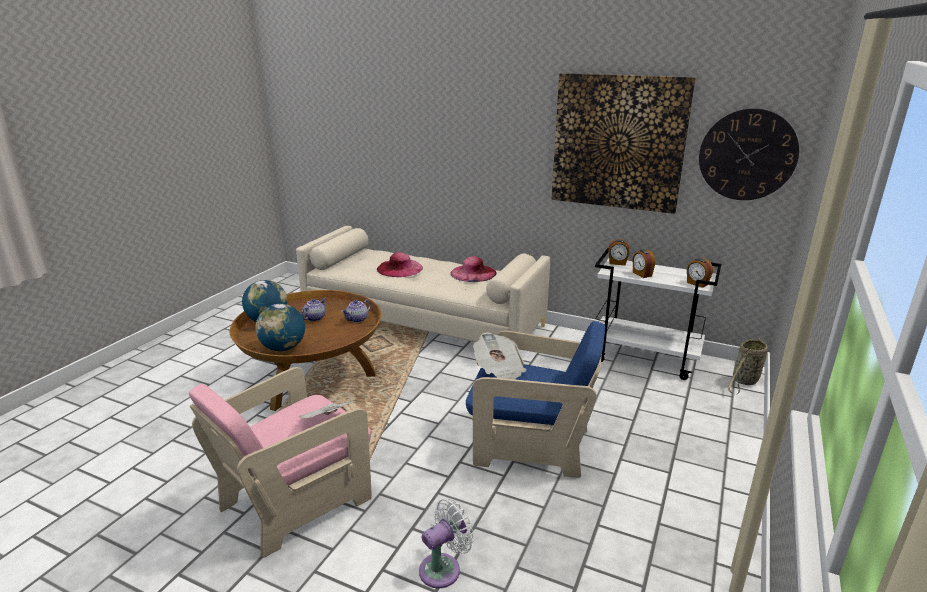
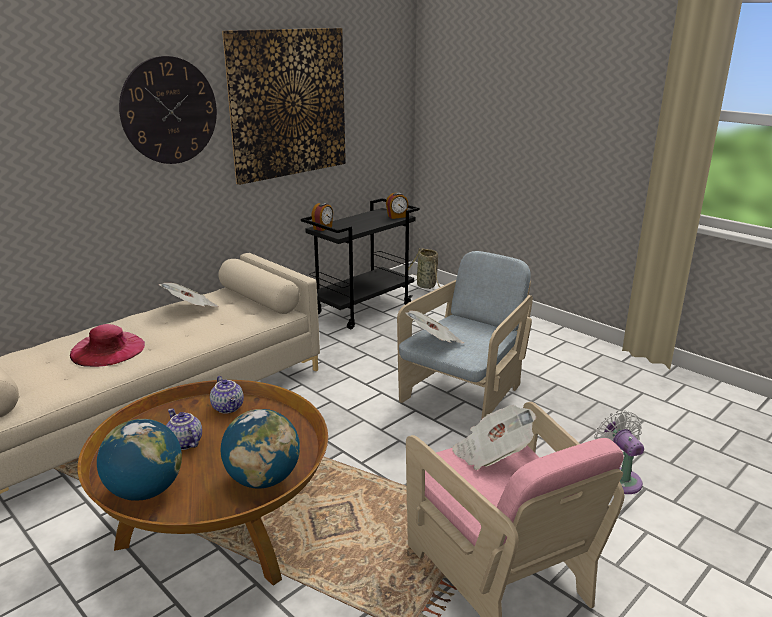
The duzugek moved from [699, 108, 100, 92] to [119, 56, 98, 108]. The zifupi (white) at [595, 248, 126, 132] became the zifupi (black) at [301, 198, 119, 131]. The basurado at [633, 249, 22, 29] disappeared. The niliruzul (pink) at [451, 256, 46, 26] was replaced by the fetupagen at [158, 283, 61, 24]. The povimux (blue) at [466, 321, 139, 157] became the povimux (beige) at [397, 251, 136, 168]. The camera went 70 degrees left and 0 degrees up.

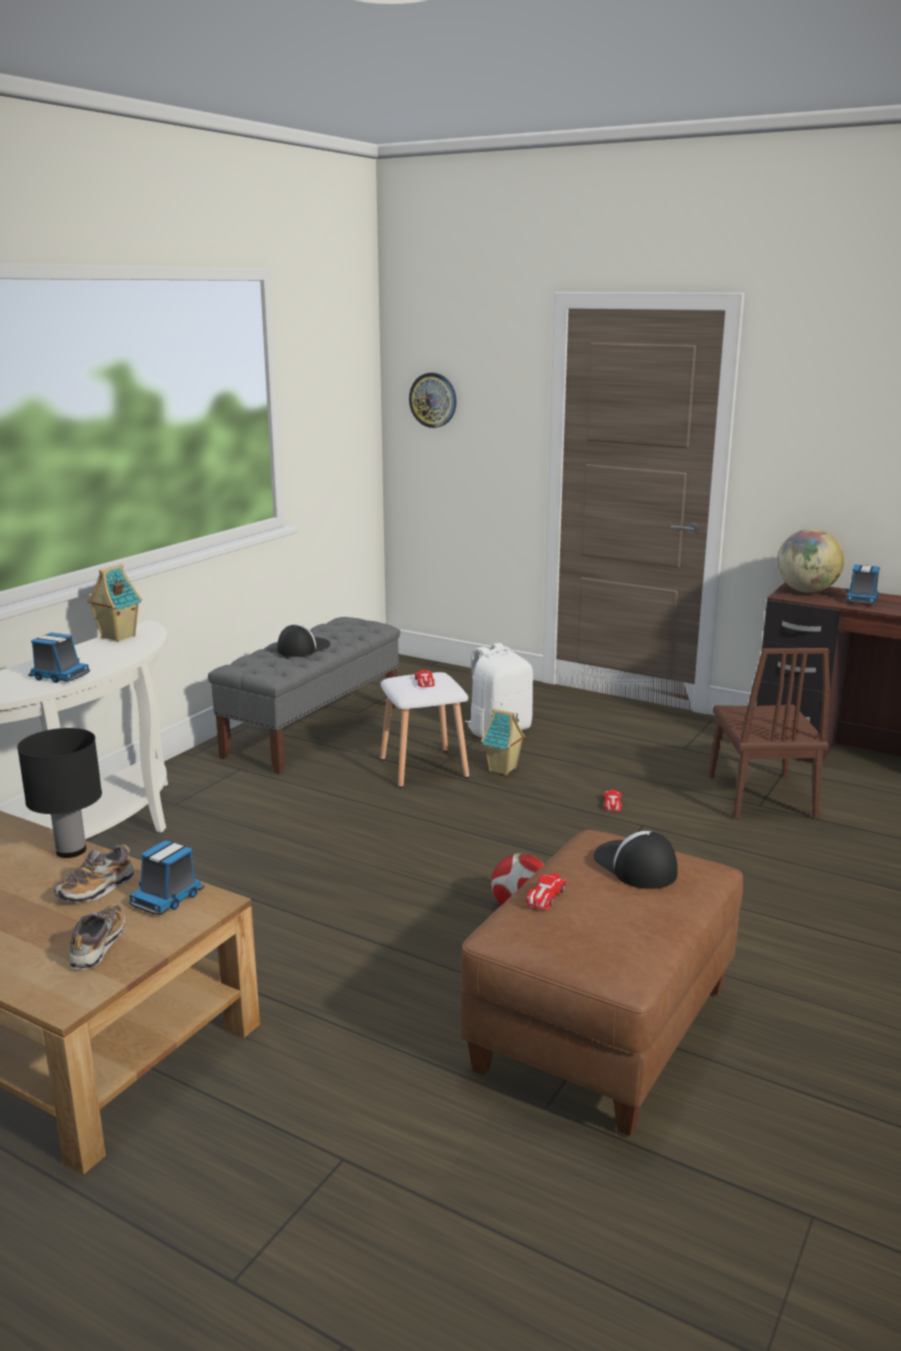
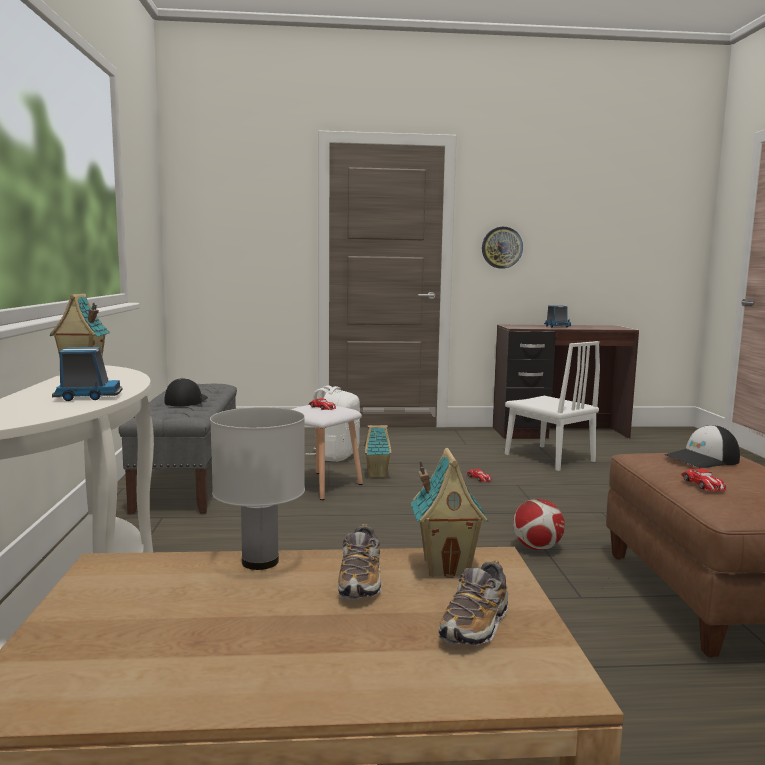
The duzugek moved from [409, 373, 48, 55] to [482, 227, 41, 42]. The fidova at [777, 528, 67, 65] disappeared. The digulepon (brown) at [709, 648, 121, 172] became the digulepon (white) at [505, 341, 95, 130]. The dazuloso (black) at [17, 728, 85, 130] became the dazuloso (white) at [210, 407, 95, 163]. The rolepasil at [594, 831, 84, 58] turned 45 degrees counterclockwise. The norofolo at [129, 841, 75, 74] was replaced by the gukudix at [411, 448, 78, 130]. The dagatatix at [69, 904, 56, 66] turned 120 degrees counterclockwise. The camera went 35 degrees left and 10 degrees down.

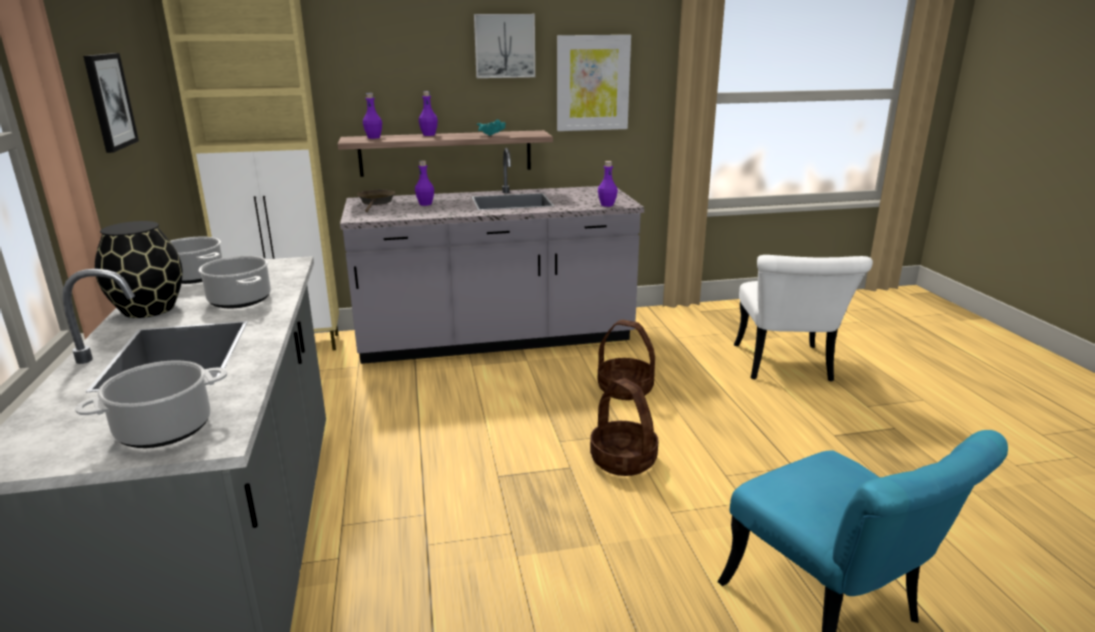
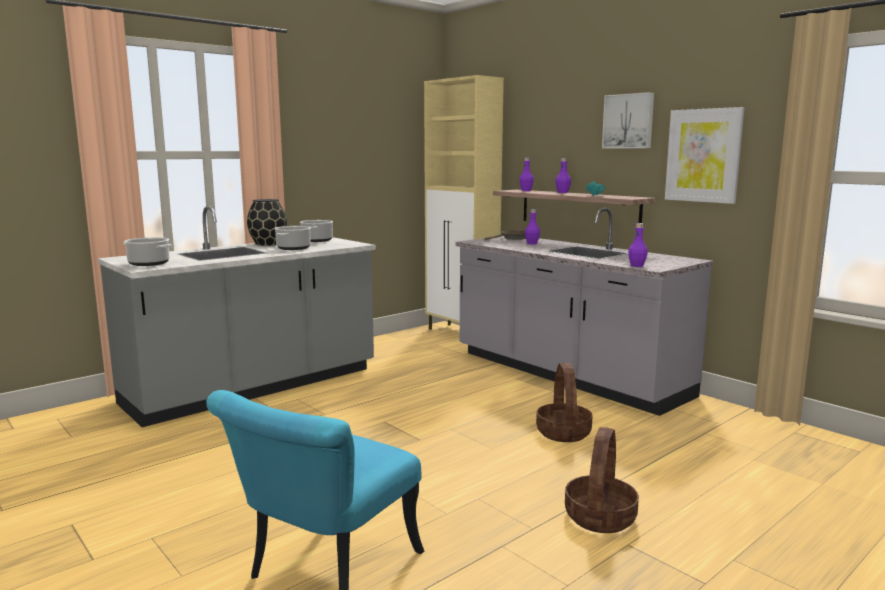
The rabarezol at [83, 53, 56, 100] disappeared. The digulepon (white) at [734, 255, 139, 127] disappeared. The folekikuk moved from [590, 378, 69, 98] to [565, 427, 74, 106]. The camera went 60 degrees right and 10 degrees down.

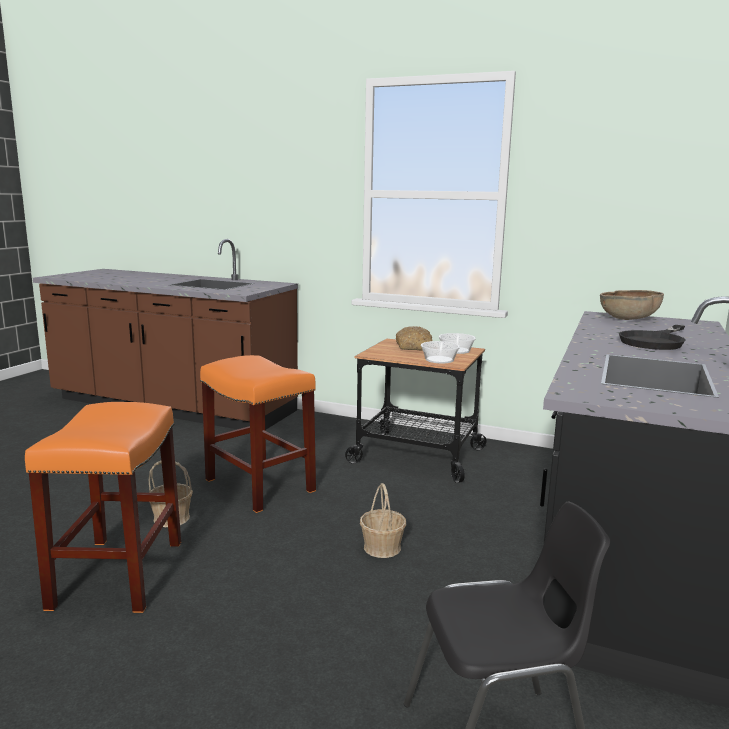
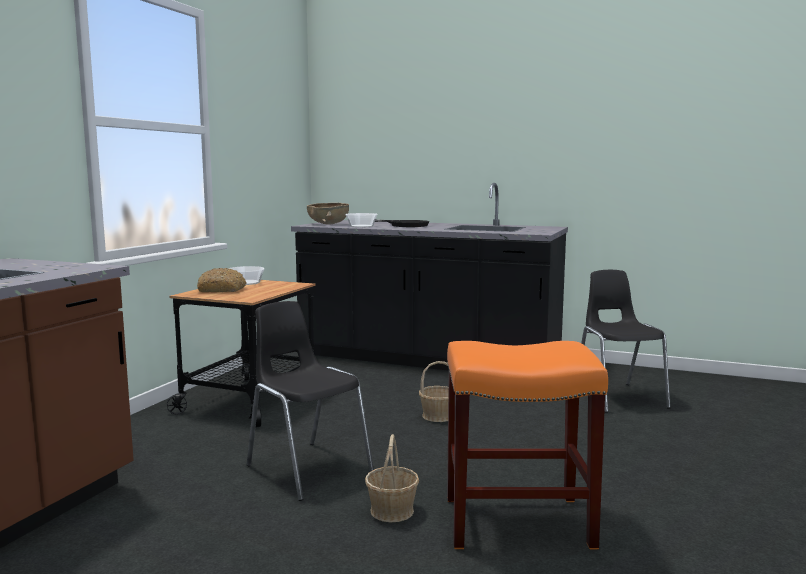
The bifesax moved from [421, 341, 39, 23] to [345, 213, 33, 14]. The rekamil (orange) at [200, 355, 116, 158] was replaced by the digulepon (black) at [246, 301, 128, 200]. The camera went 90 degrees left and 5 degrees down.

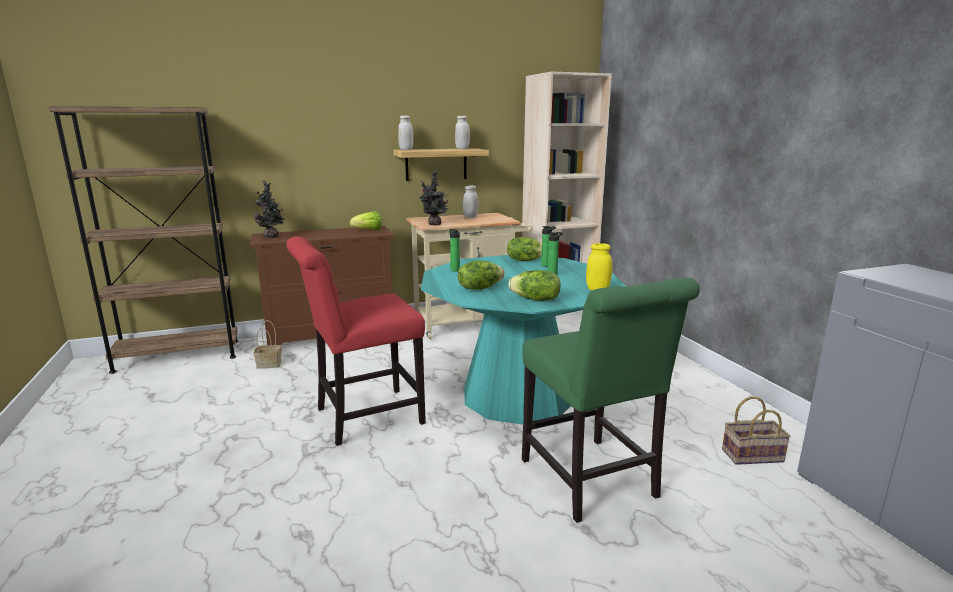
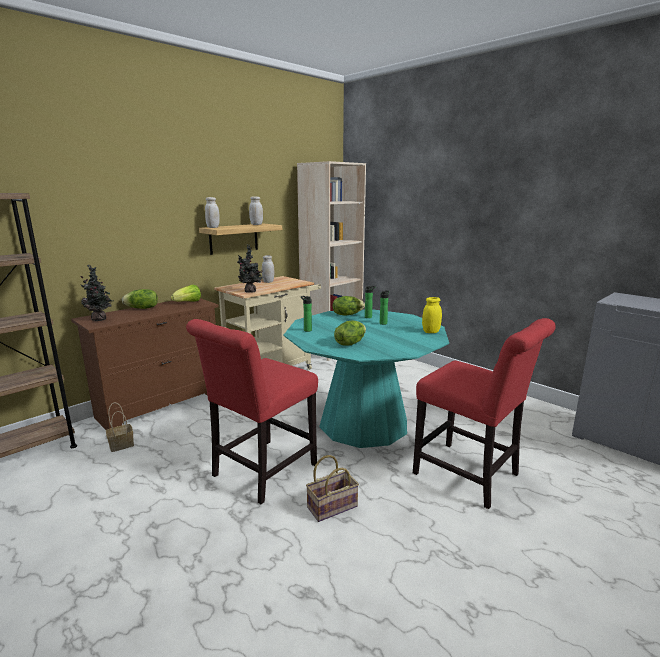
The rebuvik moved from [508, 270, 53, 31] to [122, 289, 36, 20]. The digulepon (green) at [522, 277, 178, 246] became the digulepon (red) at [413, 318, 143, 191]. The folekikuk moved from [722, 396, 69, 69] to [306, 455, 53, 67]. The camera went 25 degrees left and 0 degrees up.

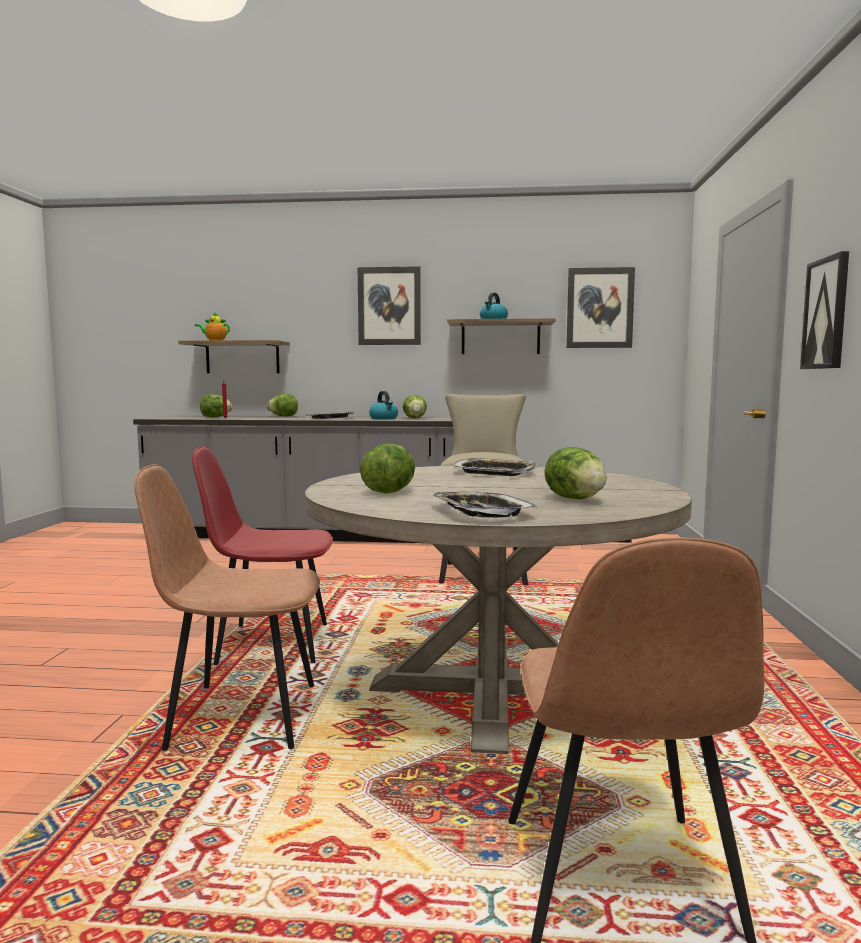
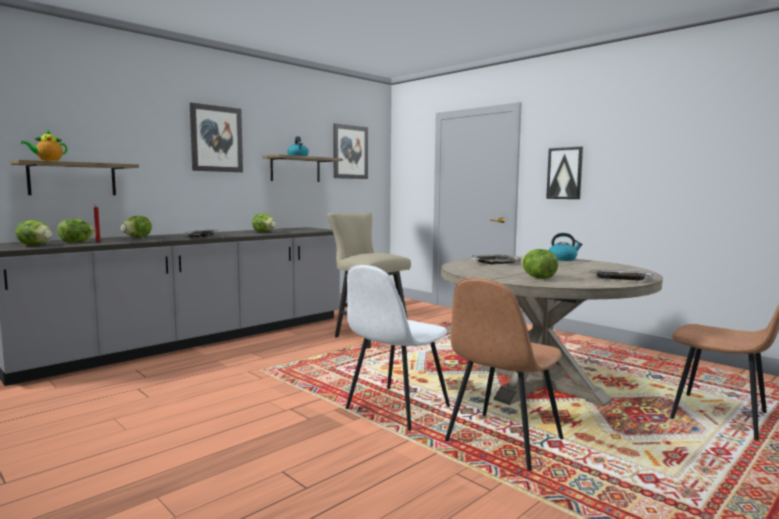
The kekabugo moved from [369, 391, 29, 28] to [549, 233, 34, 28]. The digulepon (red) at [192, 446, 141, 219] became the digulepon (white) at [346, 265, 104, 166]. The rebuvik moved from [544, 447, 63, 52] to [15, 220, 37, 25]. The camera went 50 degrees left and 0 degrees up.

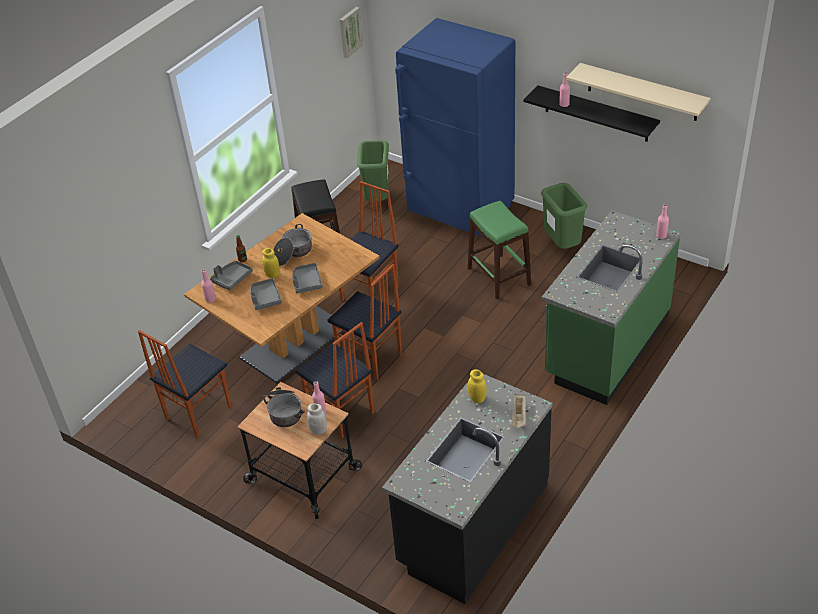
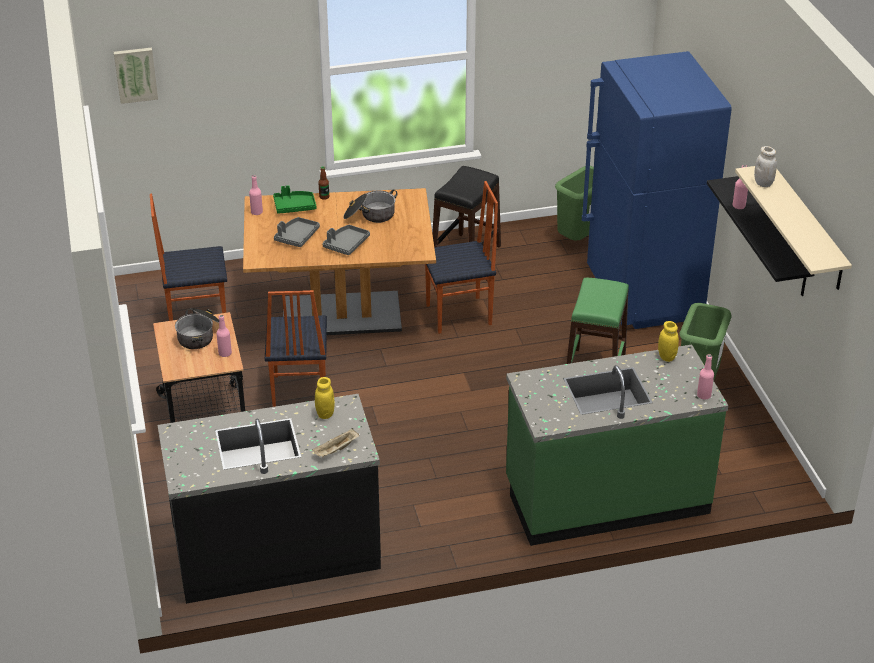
The rabarezol moved from [340, 7, 23, 51] to [114, 48, 44, 56]. The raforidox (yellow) moved from [262, 248, 18, 30] to [658, 321, 21, 41]. The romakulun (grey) at [210, 261, 43, 30] became the romakulun (green) at [273, 185, 43, 29]. The digulepon at [327, 264, 75, 116] disappeared. The raforidox (white) moved from [307, 403, 20, 32] to [754, 146, 23, 41]. The camera went 40 degrees right and 5 degrees down.

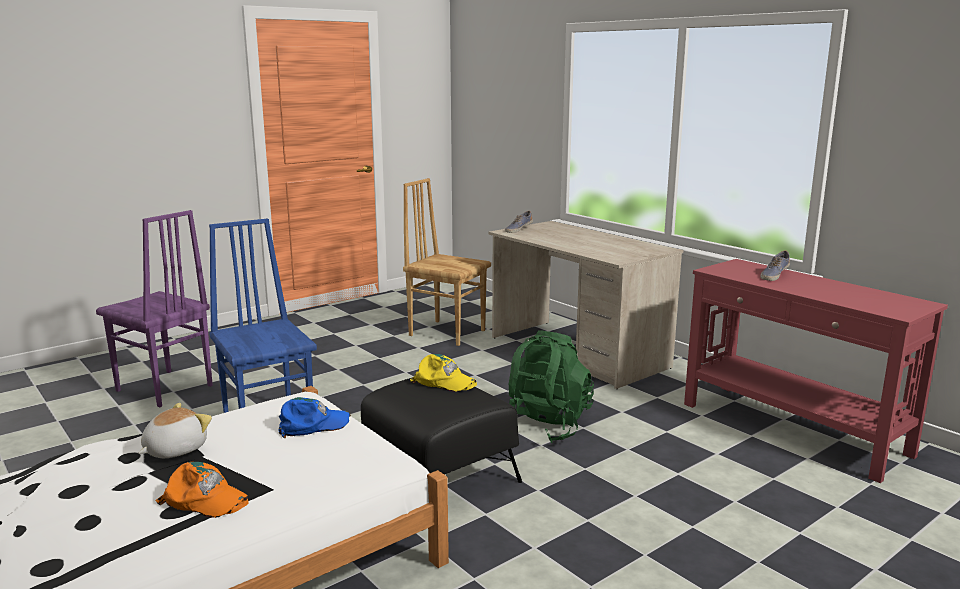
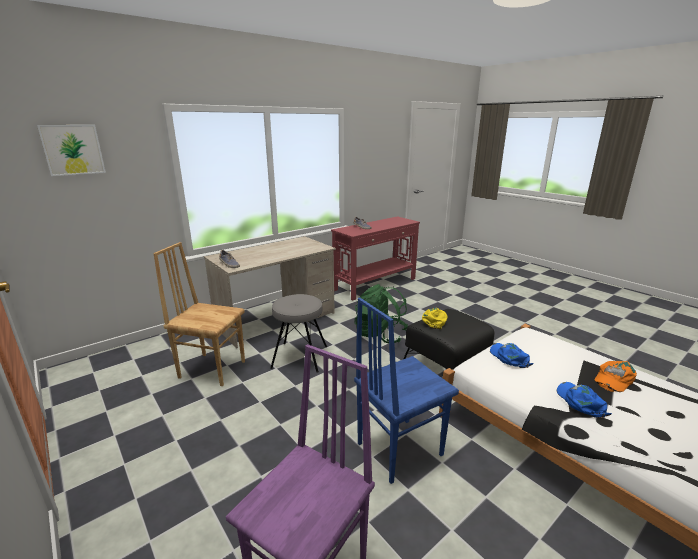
The digulepon (brown) at [403, 178, 88, 168] turned 75 degrees clockwise. The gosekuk at [138, 403, 74, 55] was replaced by the rolepasil (blue) at [557, 382, 55, 36]. The rolepasil (orange) at [156, 462, 93, 56] turned 150 degrees counterclockwise. The rabarezol at [37, 125, 69, 51] appeared. The rekamil (grey) at [270, 294, 57, 79] appeared. The camera went 90 degrees left and 5 degrees up.

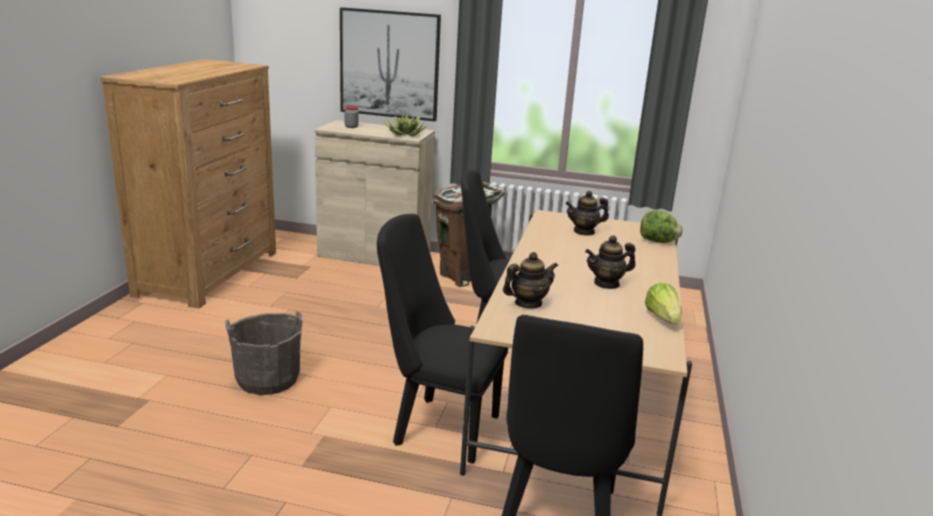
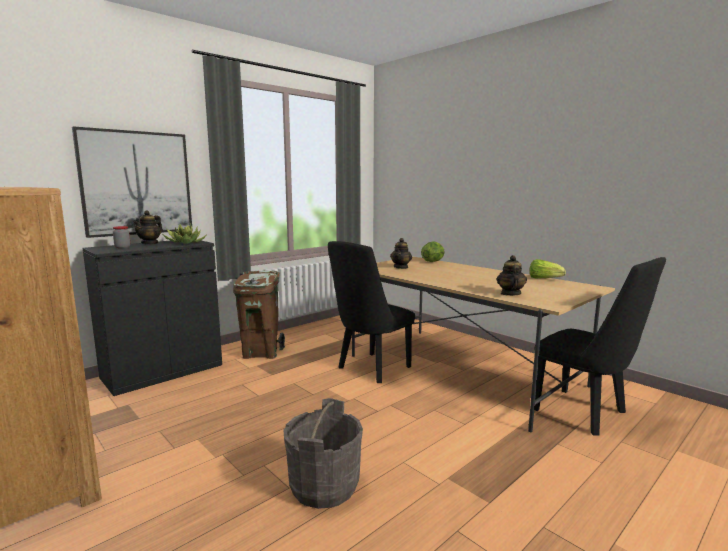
The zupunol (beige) at [314, 120, 121, 146] became the zupunol (black) at [82, 239, 140, 157]. The digulepon (black) at [377, 214, 131, 250] disappeared. The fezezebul moved from [585, 235, 50, 54] to [133, 210, 30, 34]. The camera went 55 degrees left and 10 degrees down.

